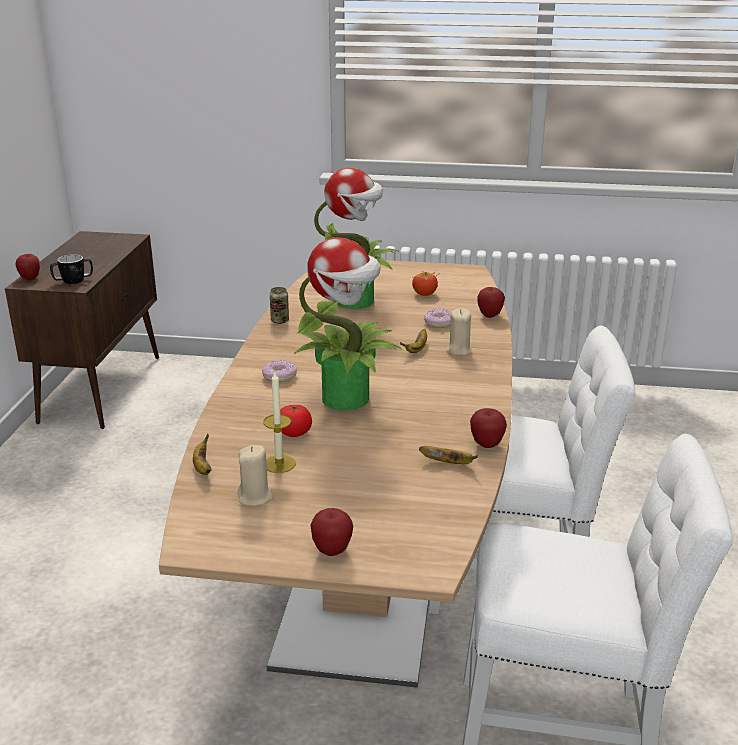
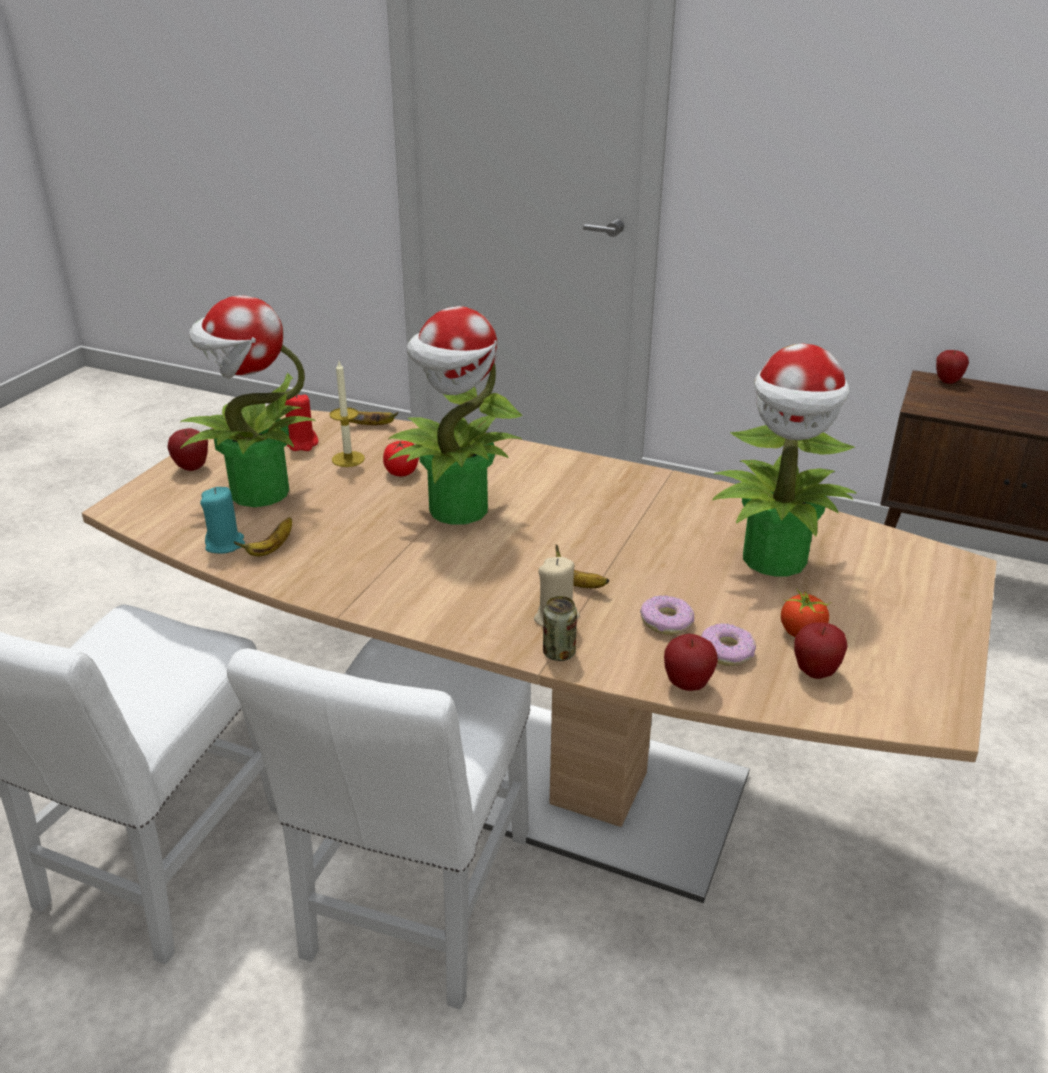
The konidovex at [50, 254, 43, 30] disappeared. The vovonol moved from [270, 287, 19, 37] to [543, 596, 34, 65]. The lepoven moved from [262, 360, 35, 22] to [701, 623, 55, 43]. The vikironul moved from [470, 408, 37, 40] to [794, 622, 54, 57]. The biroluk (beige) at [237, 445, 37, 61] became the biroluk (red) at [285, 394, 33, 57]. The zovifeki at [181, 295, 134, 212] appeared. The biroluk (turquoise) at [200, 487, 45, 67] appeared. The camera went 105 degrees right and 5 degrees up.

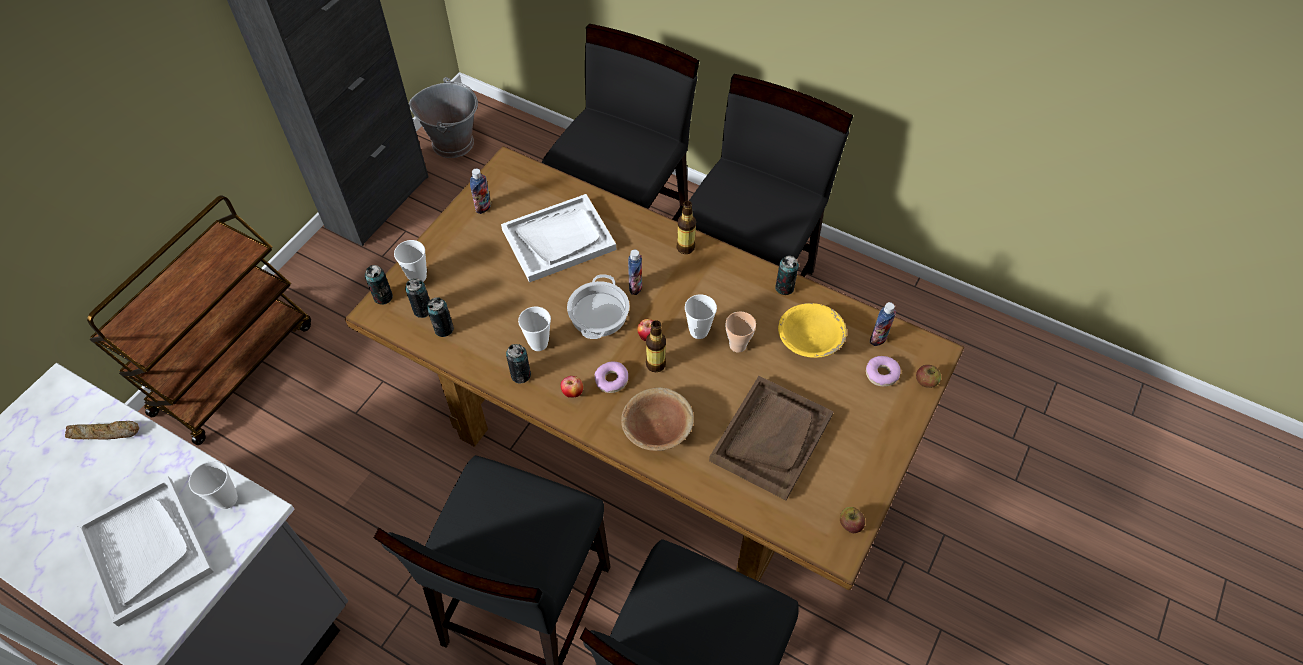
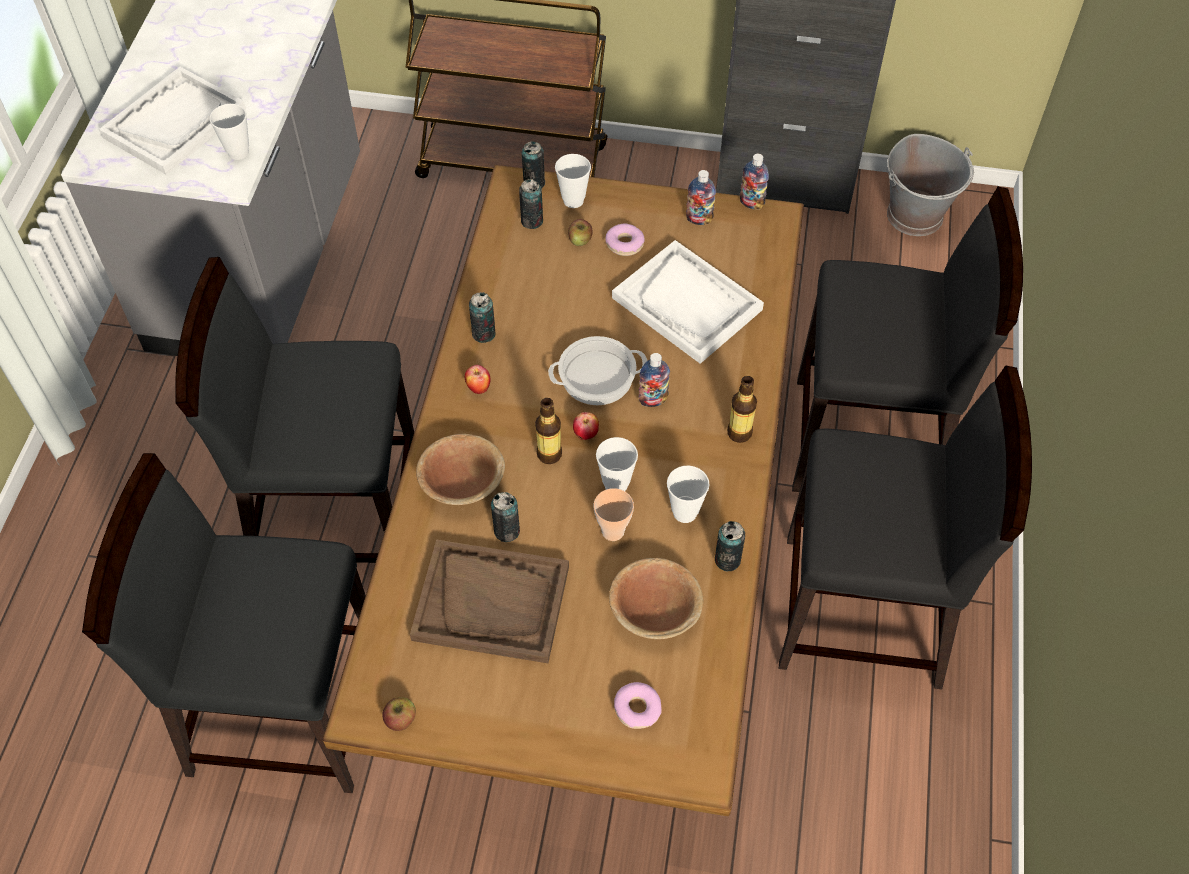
The vovonol moved from [427, 297, 27, 40] to [491, 492, 29, 50]. The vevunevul moved from [870, 302, 26, 44] to [740, 154, 29, 55]. The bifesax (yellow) at [778, 303, 69, 55] became the bifesax (brown) at [609, 558, 95, 81]. The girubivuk moved from [518, 307, 33, 44] to [667, 466, 42, 57]. The lepoven moved from [595, 362, 33, 31] to [605, 224, 40, 32]. The vikironul moved from [916, 365, 25, 23] to [568, 219, 25, 27]. The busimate at [65, 421, 74, 19] disappeared. The camera went 70 degrees right and 0 degrees up.

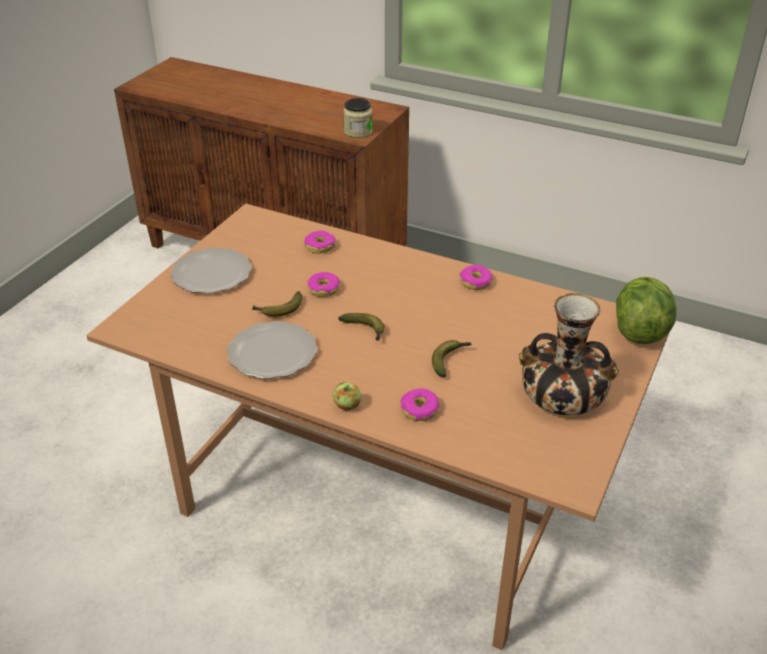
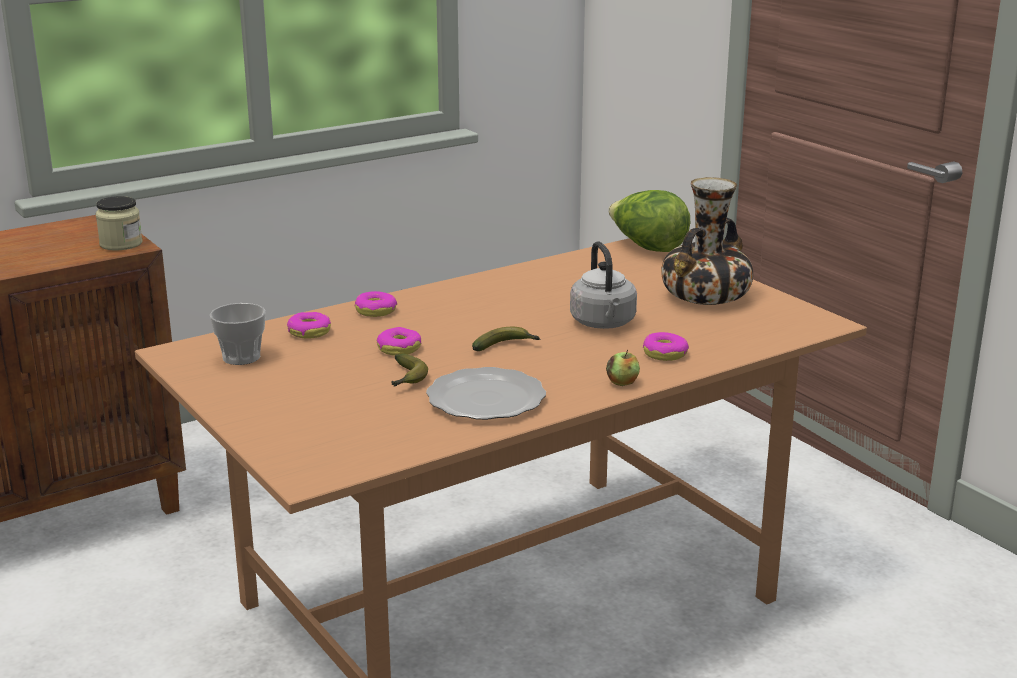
The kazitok at [171, 248, 81, 46] disappeared. The lepoven moved from [460, 265, 33, 25] to [355, 291, 42, 26]. The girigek at [432, 340, 40, 37] was replaced by the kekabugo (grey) at [570, 241, 67, 88]. The girubivuk at [210, 303, 56, 62] appeared. The camera went 60 degrees left and 15 degrees down.

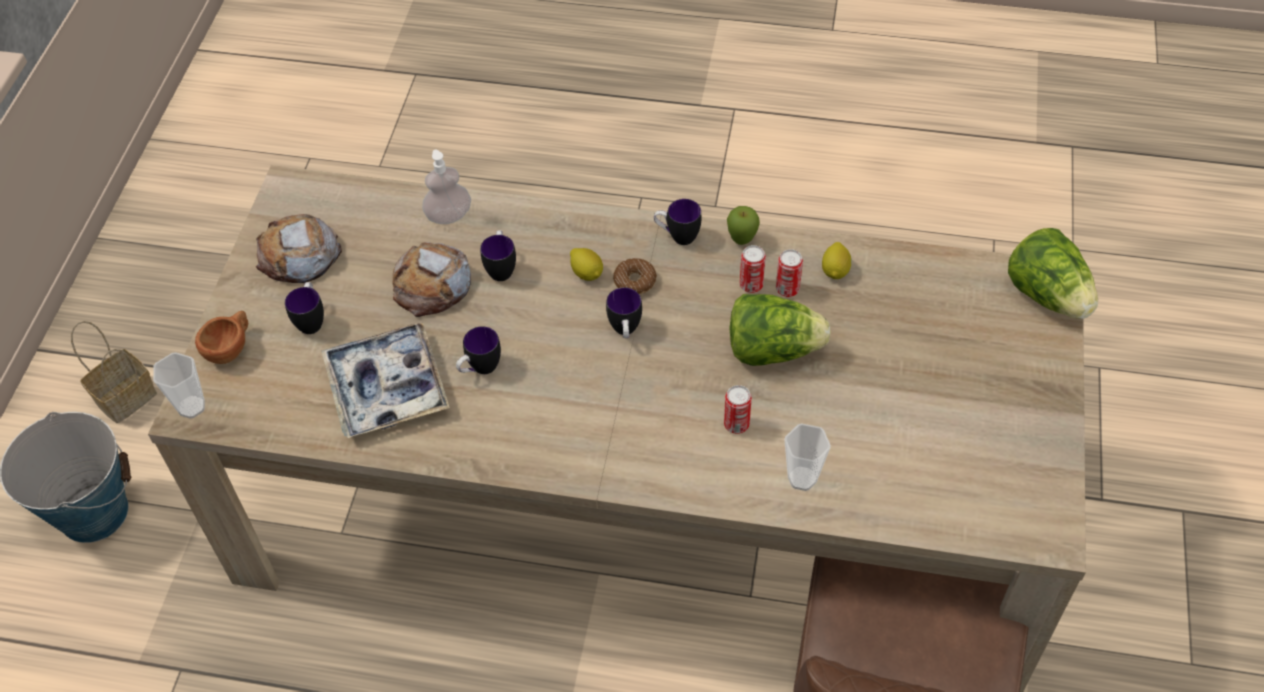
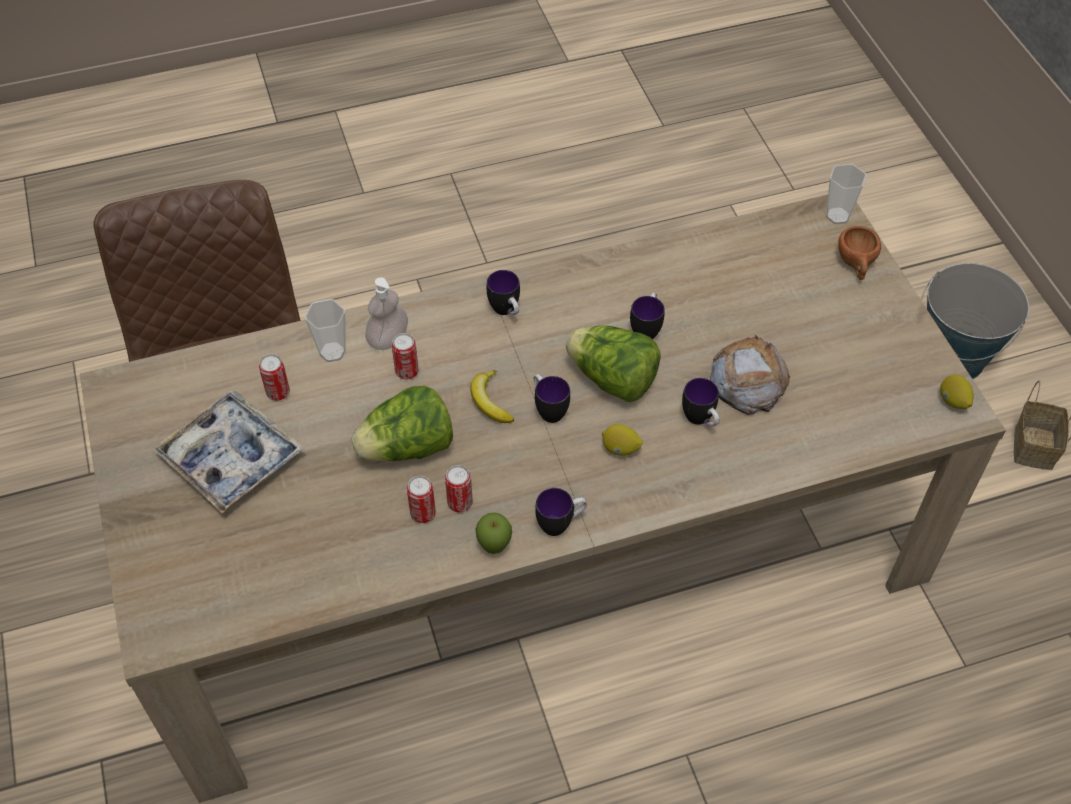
The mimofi moved from [422, 149, 49, 75] to [365, 277, 43, 73]. The busimate at [256, 214, 86, 69] disappeared. The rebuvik moved from [1008, 228, 90, 91] to [566, 326, 95, 76]. The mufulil moved from [822, 242, 30, 37] to [940, 375, 34, 34]. The lepoven at [613, 258, 44, 37] disappeared. The konidovex moved from [285, 282, 39, 52] to [487, 270, 33, 45]. The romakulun moved from [322, 323, 128, 115] to [152, 390, 152, 123]. The vovonol at [259, 354, 31, 47] appeared. The girigek at [471, 370, 43, 53] appeared. The camera went 150 degrees right and 0 degrees up.

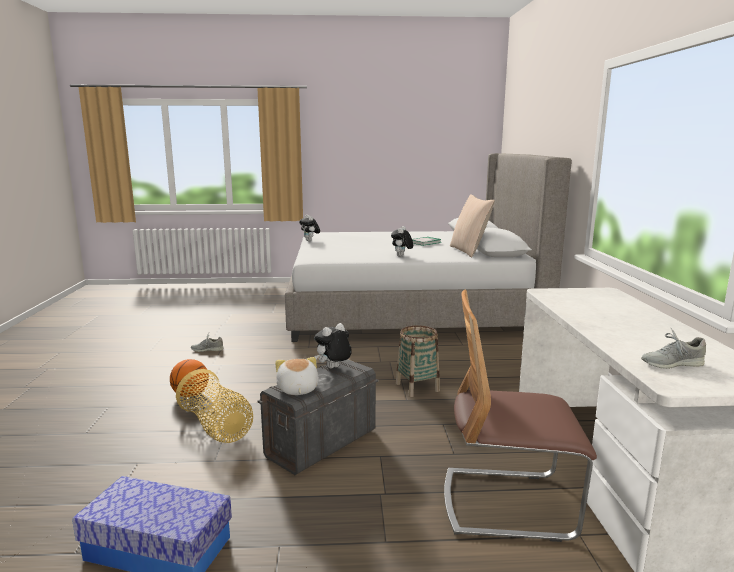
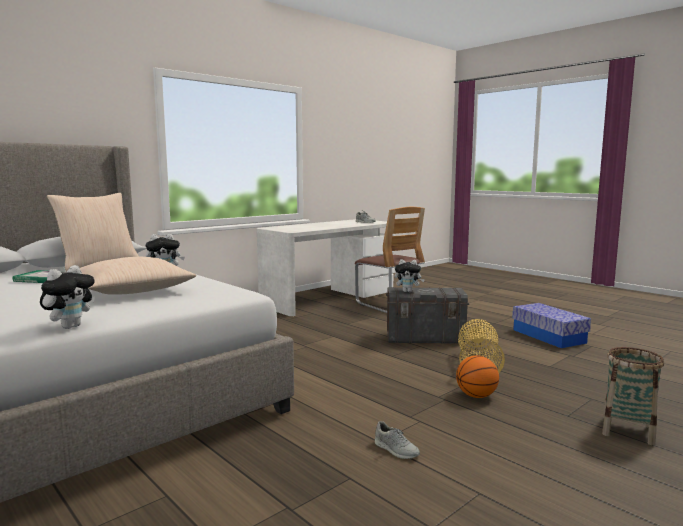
The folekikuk moved from [396, 325, 44, 72] to [602, 347, 62, 98]. The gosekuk at [275, 357, 44, 38] disappeared. The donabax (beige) at [80, 257, 117, 38] appeared. The camera went 130 degrees left and 5 degrees down.

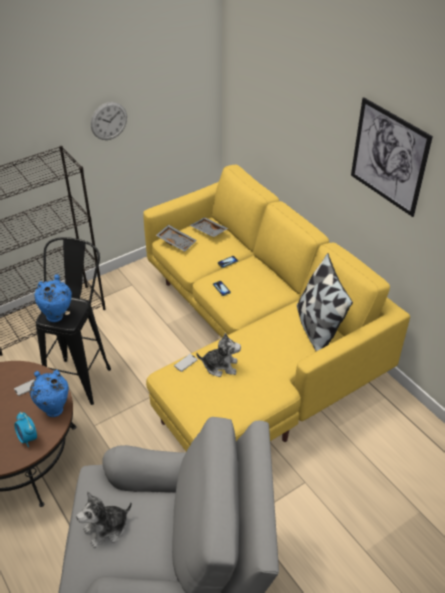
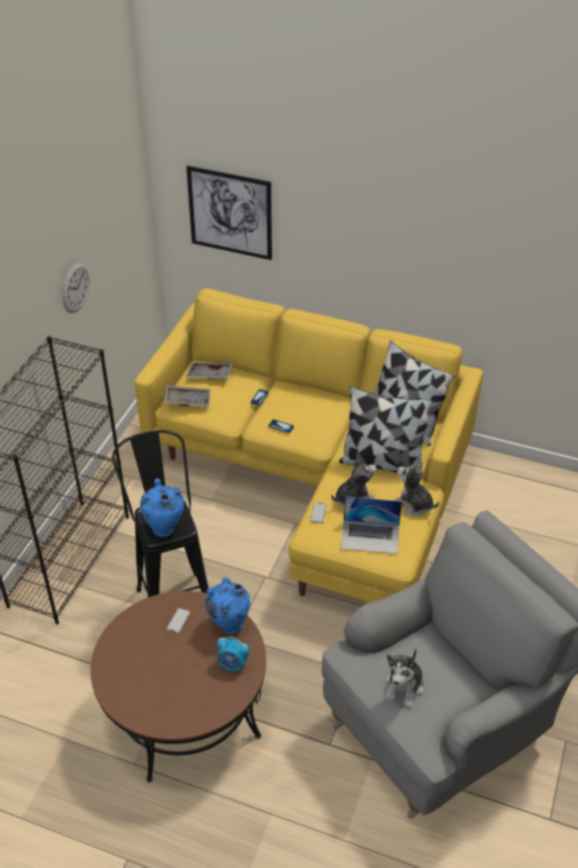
The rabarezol moved from [351, 97, 82, 120] to [186, 166, 86, 94]. The donabax at [339, 386, 94, 87] appeared. The gosekuk at [394, 462, 45, 54] appeared. The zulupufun at [341, 496, 61, 58] appeared. The camera went 35 degrees left and 0 degrees up.

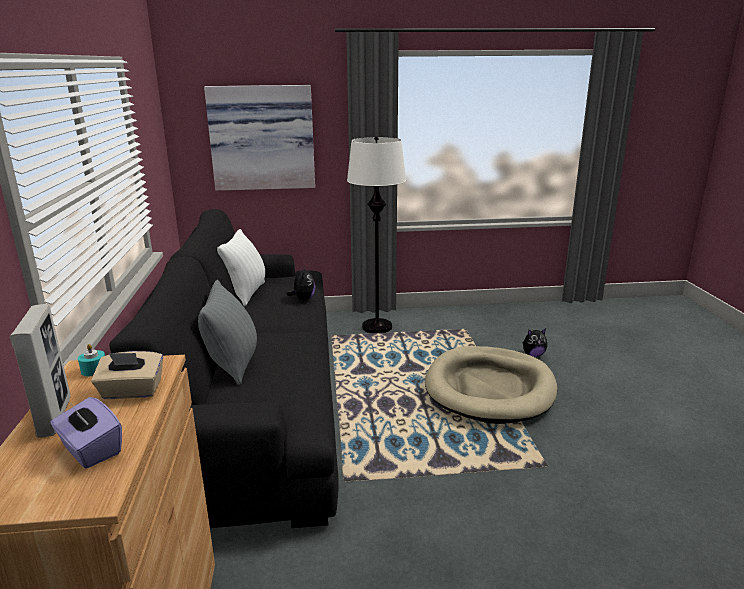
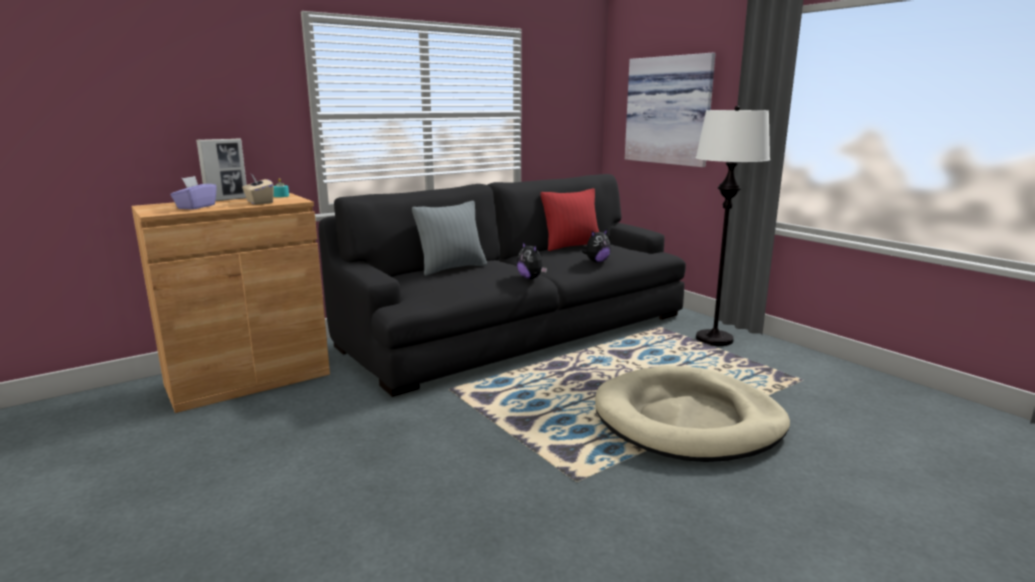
The donabax (white) at [217, 229, 48, 77] became the donabax (red) at [541, 189, 58, 62]. The gosekuk moved from [522, 329, 25, 28] to [517, 241, 30, 38]. The camera went 60 degrees right and 5 degrees down.

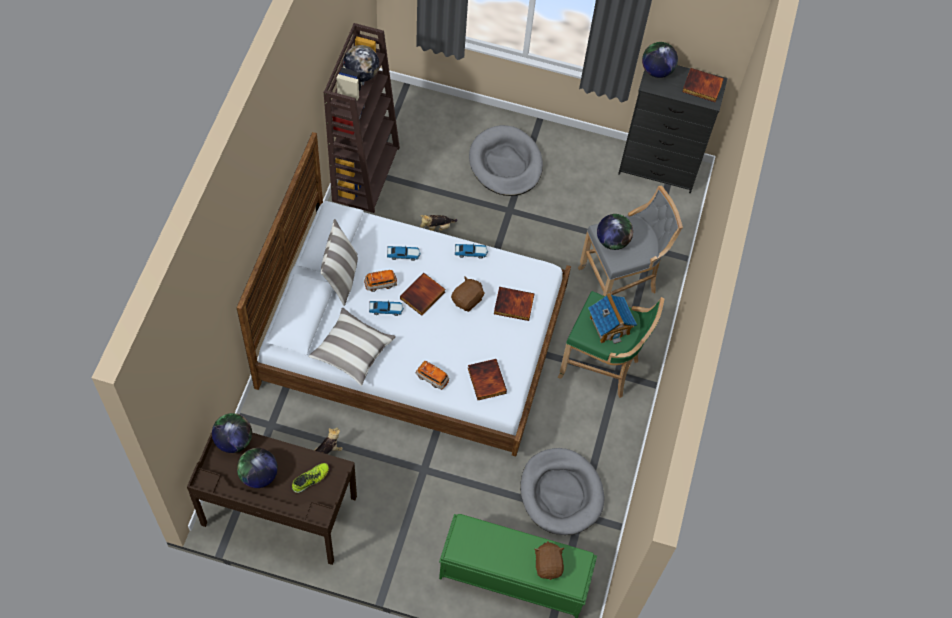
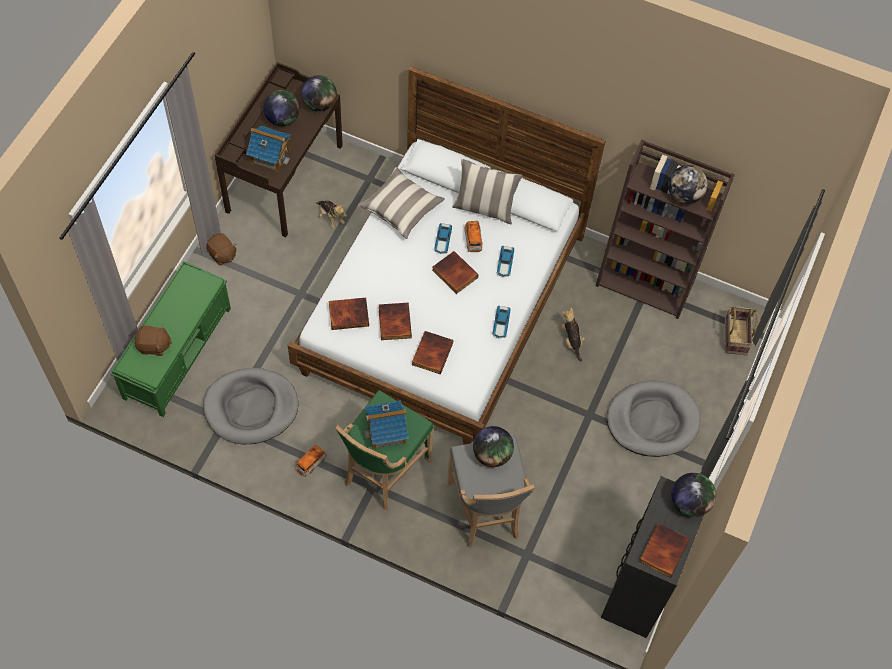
The gosekuk (brown) moved from [451, 277, 34, 35] to [206, 233, 30, 33]. The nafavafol moved from [416, 361, 33, 29] to [295, 445, 32, 32]. The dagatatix at [292, 463, 37, 30] was replaced by the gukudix at [246, 125, 45, 47]. The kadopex at [378, 303, 34, 37] appeared. The folekikuk at [725, 306, 33, 49] appeared. The camera went 100 degrees right and 0 degrees up.

